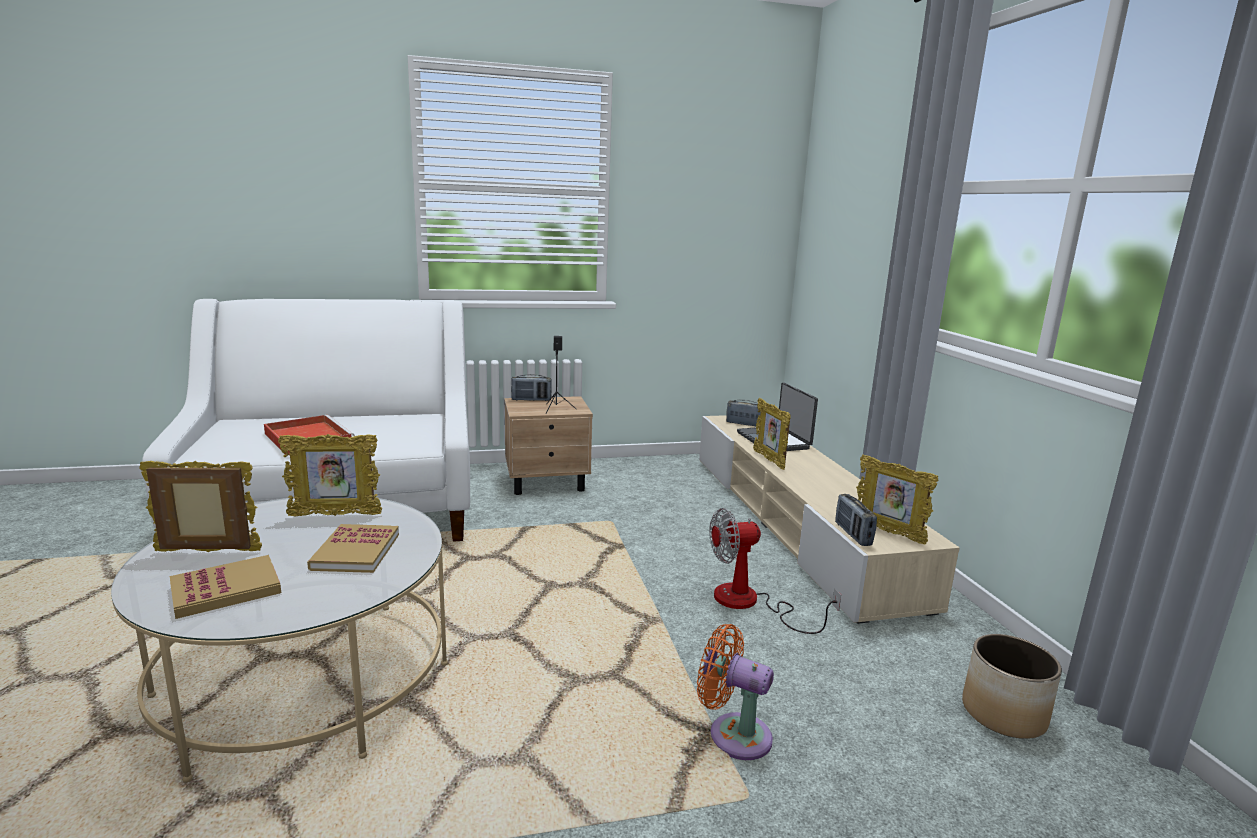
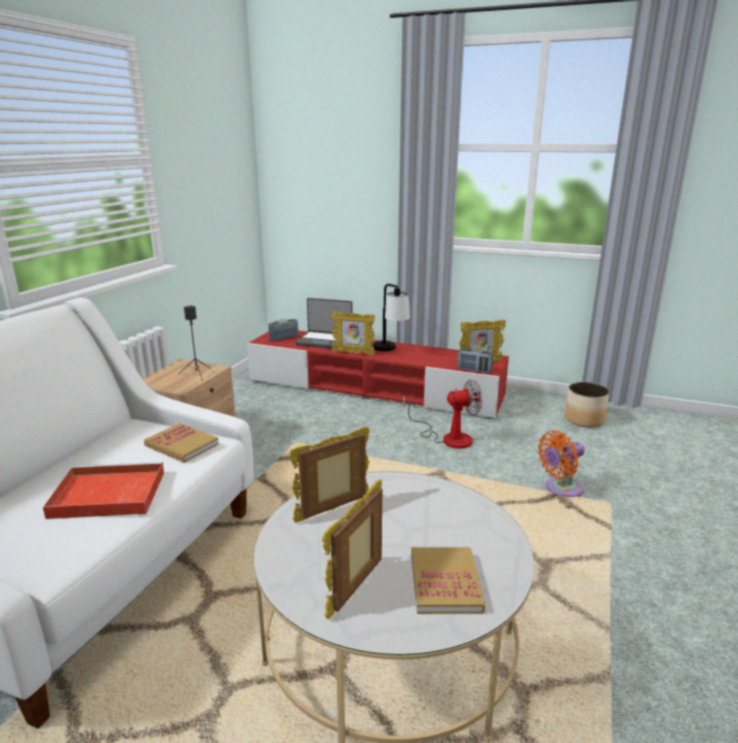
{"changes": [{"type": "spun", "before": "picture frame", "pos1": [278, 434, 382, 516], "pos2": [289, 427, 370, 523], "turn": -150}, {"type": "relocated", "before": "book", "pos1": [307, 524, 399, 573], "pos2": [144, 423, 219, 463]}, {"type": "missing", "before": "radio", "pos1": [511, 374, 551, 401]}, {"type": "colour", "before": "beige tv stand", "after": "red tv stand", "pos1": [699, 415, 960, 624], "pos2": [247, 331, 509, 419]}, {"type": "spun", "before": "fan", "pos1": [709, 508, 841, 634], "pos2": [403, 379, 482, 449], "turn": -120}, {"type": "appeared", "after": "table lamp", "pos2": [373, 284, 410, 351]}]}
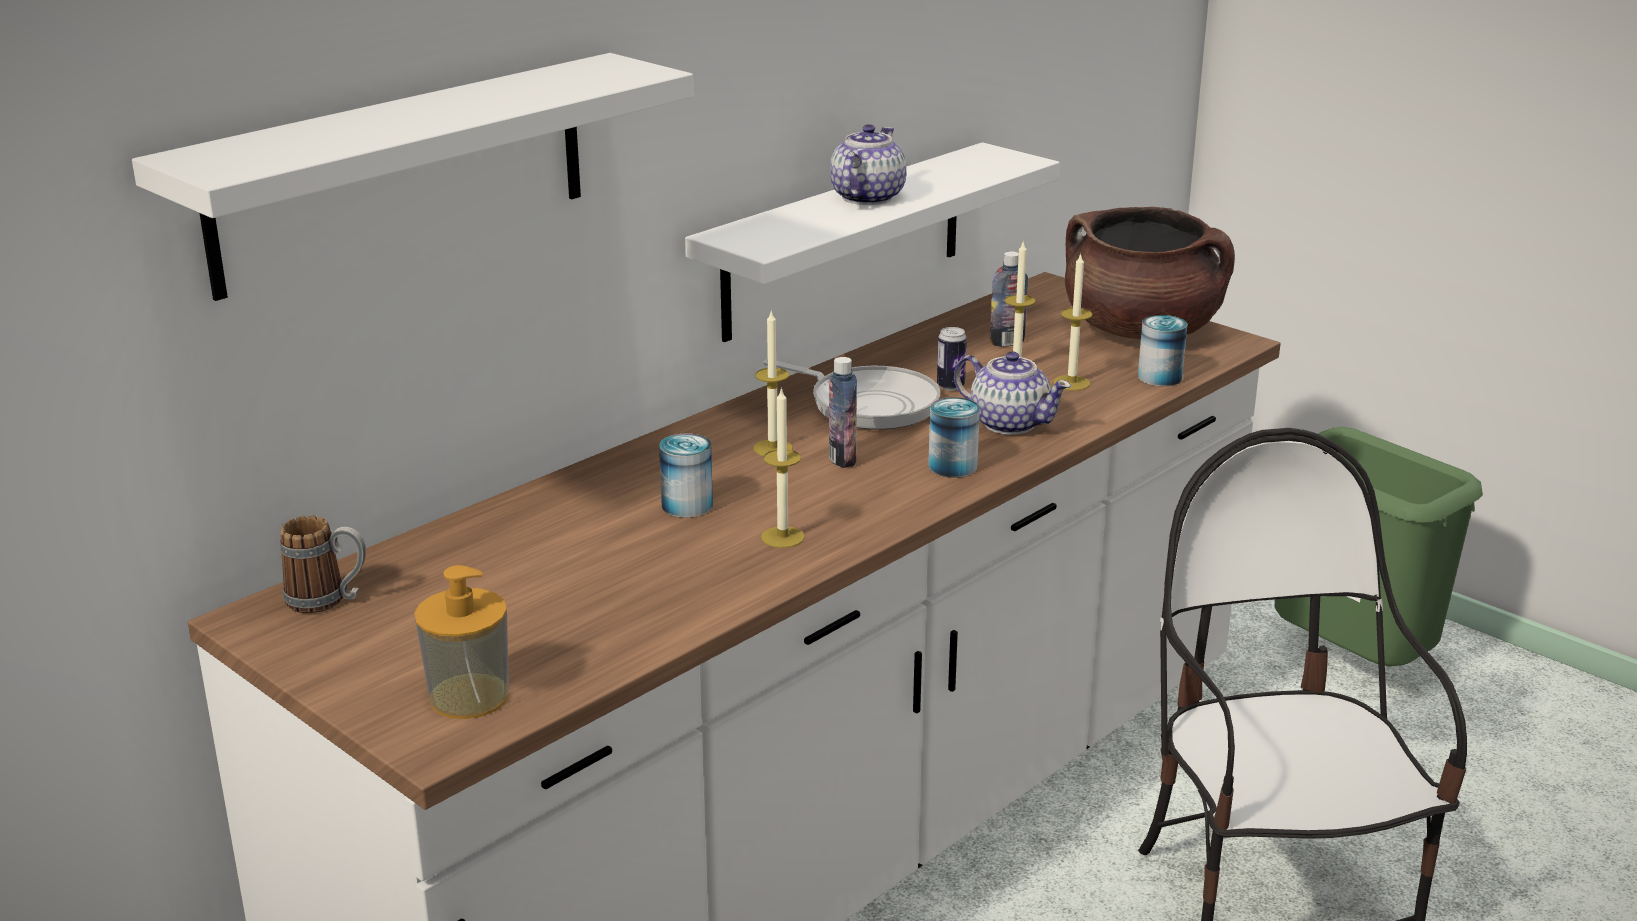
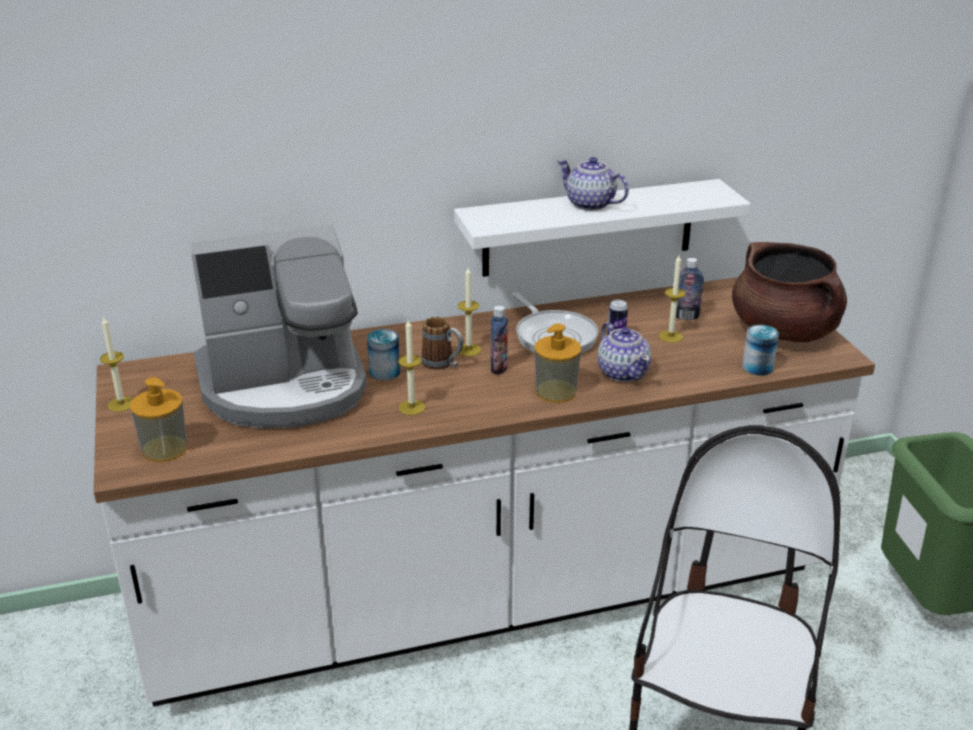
{"changes": [{"type": "missing", "before": "white shelf", "pos1": [132, 53, 694, 301]}, {"type": "relocated", "before": "mug", "pos1": [280, 515, 366, 613], "pos2": [421, 317, 463, 370]}, {"type": "spun", "before": "teapot", "pos1": [830, 124, 907, 205], "pos2": [557, 157, 629, 211], "turn": -105}, {"type": "exchanged", "before": "can", "after": "soap dispenser", "pos1": [928, 397, 980, 478], "pos2": [534, 324, 581, 403]}, {"type": "relocated", "before": "candle", "pos1": [1054, 253, 1092, 391], "pos2": [100, 316, 133, 412]}, {"type": "appeared", "after": "coffee machine", "pos2": [191, 225, 367, 429]}]}
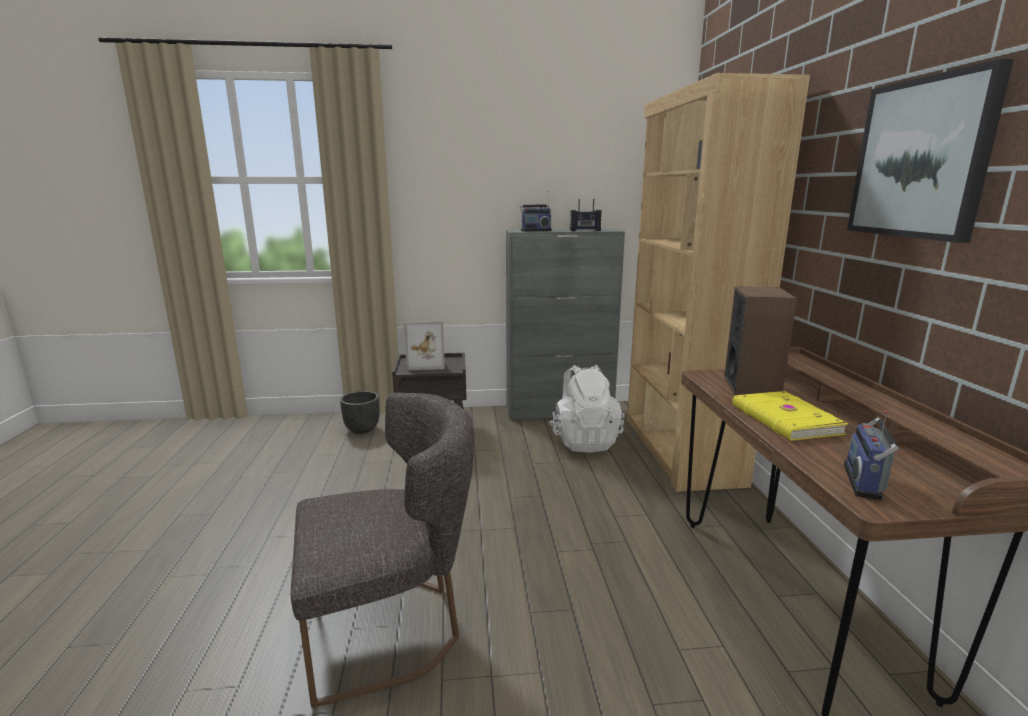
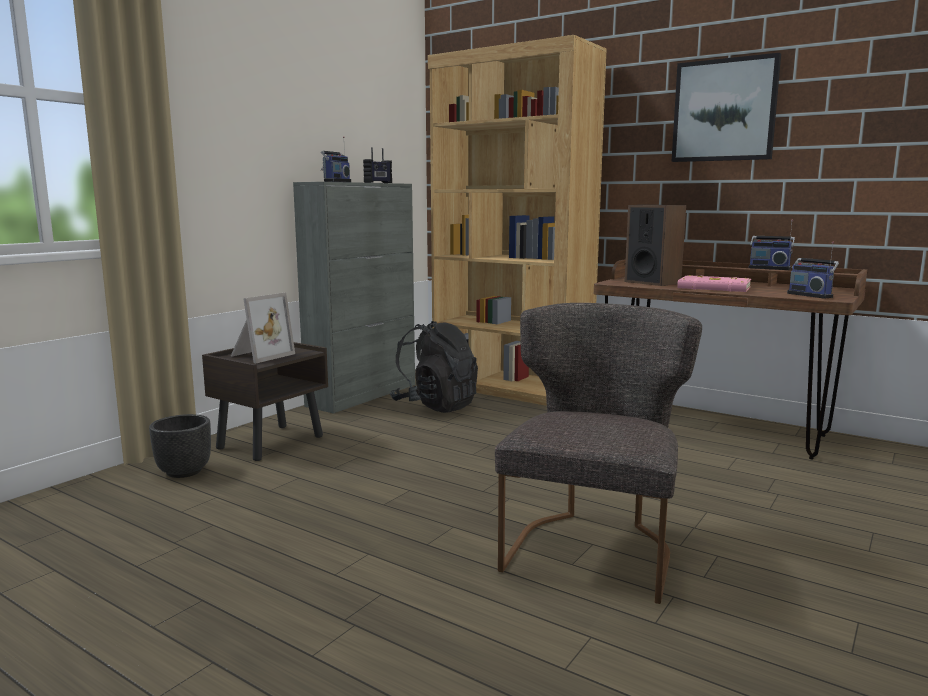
{"changes": [{"type": "colour", "before": "white backpack", "after": "black backpack", "pos1": [549, 365, 624, 453], "pos2": [390, 321, 478, 413]}, {"type": "colour", "before": "yellow book", "after": "pink book", "pos1": [732, 391, 849, 441], "pos2": [677, 275, 751, 292]}, {"type": "appeared", "after": "radio", "pos2": [749, 219, 795, 270]}]}
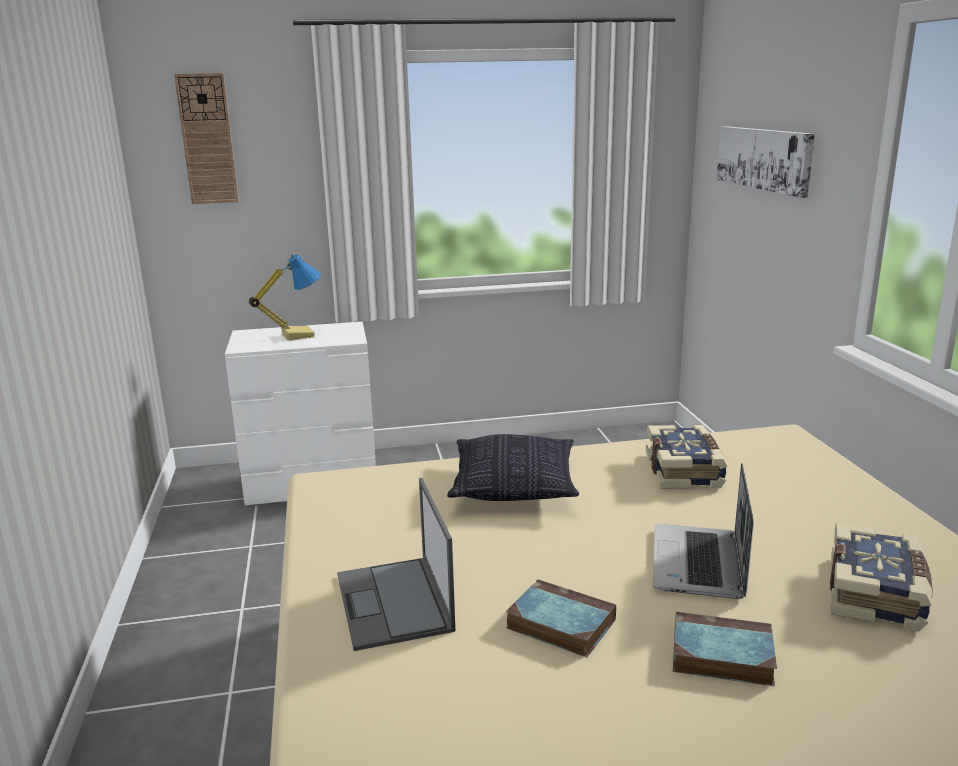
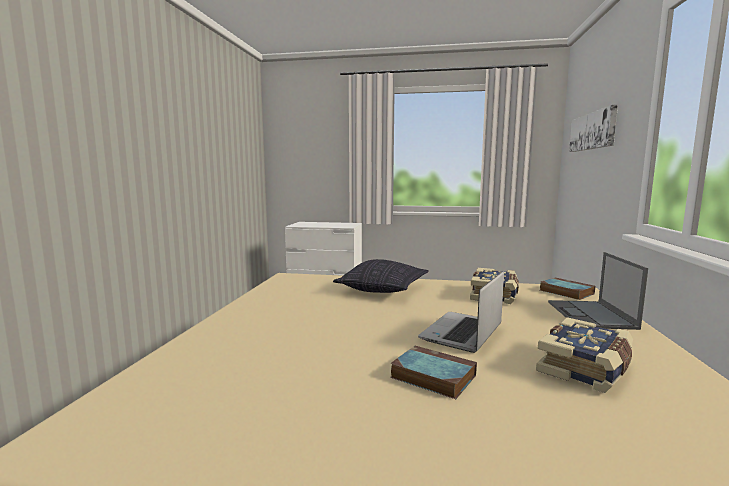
{"changes": [{"type": "missing", "before": "wall clock", "pos1": [174, 73, 239, 204]}, {"type": "missing", "before": "table lamp", "pos1": [249, 254, 321, 341]}, {"type": "relocated", "before": "laptop", "pos1": [337, 478, 455, 651], "pos2": [548, 252, 648, 330]}, {"type": "relocated", "before": "book", "pos1": [506, 579, 616, 657], "pos2": [540, 278, 595, 300]}]}
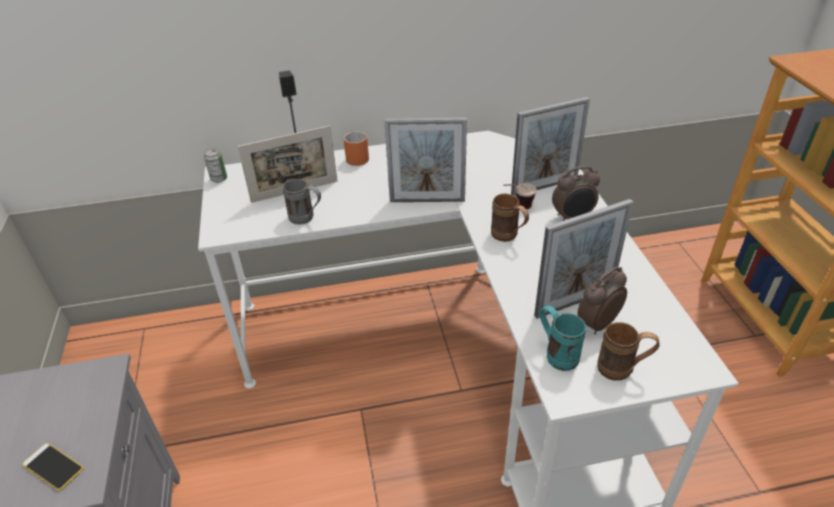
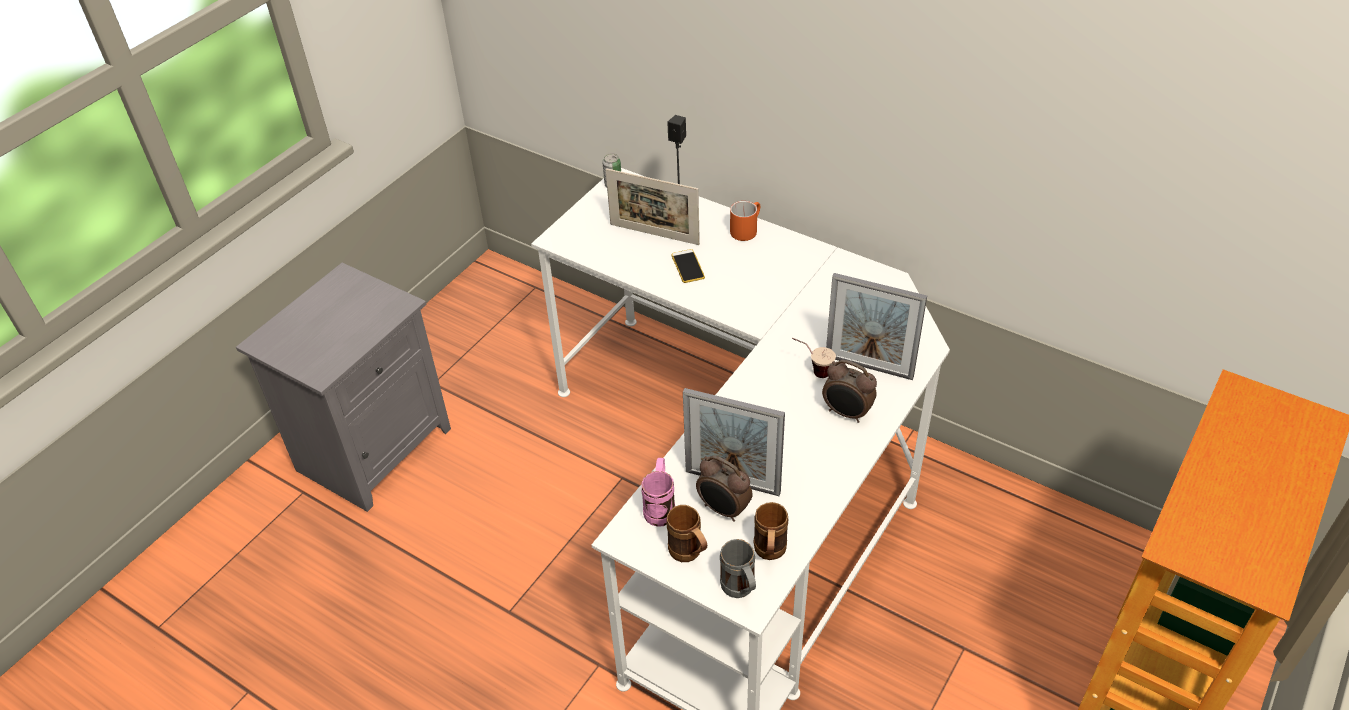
{"changes": [{"type": "relocated", "before": "phone", "pos1": [22, 443, 84, 491], "pos2": [671, 249, 705, 283]}, {"type": "relocated", "before": "grey mug", "pos1": [283, 179, 321, 225], "pos2": [720, 539, 756, 598]}, {"type": "missing", "before": "picture frame", "pos1": [385, 118, 467, 202]}, {"type": "relocated", "before": "brown mug", "pos1": [491, 193, 529, 242], "pos2": [754, 502, 788, 560]}, {"type": "colour", "before": "turquoise mug", "after": "pink mug", "pos1": [539, 305, 586, 371], "pos2": [641, 458, 675, 527]}, {"type": "spun", "before": "alarm clock", "pos1": [577, 266, 627, 335], "pos2": [696, 456, 753, 522], "turn": -150}]}
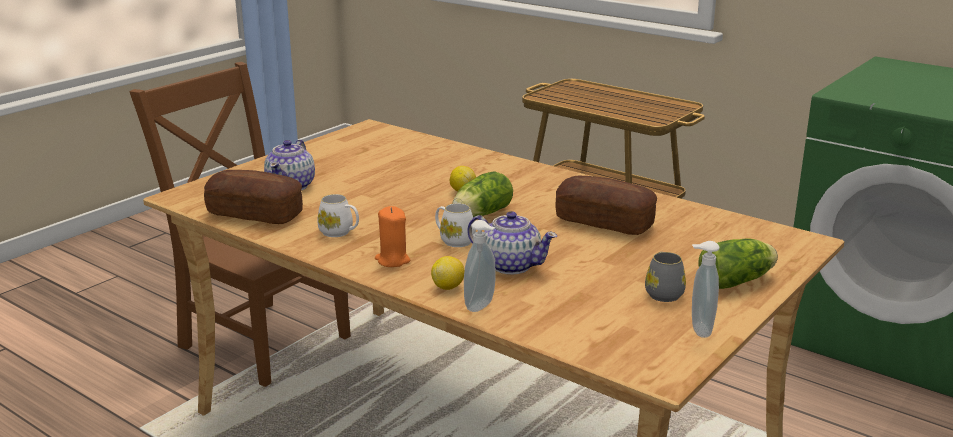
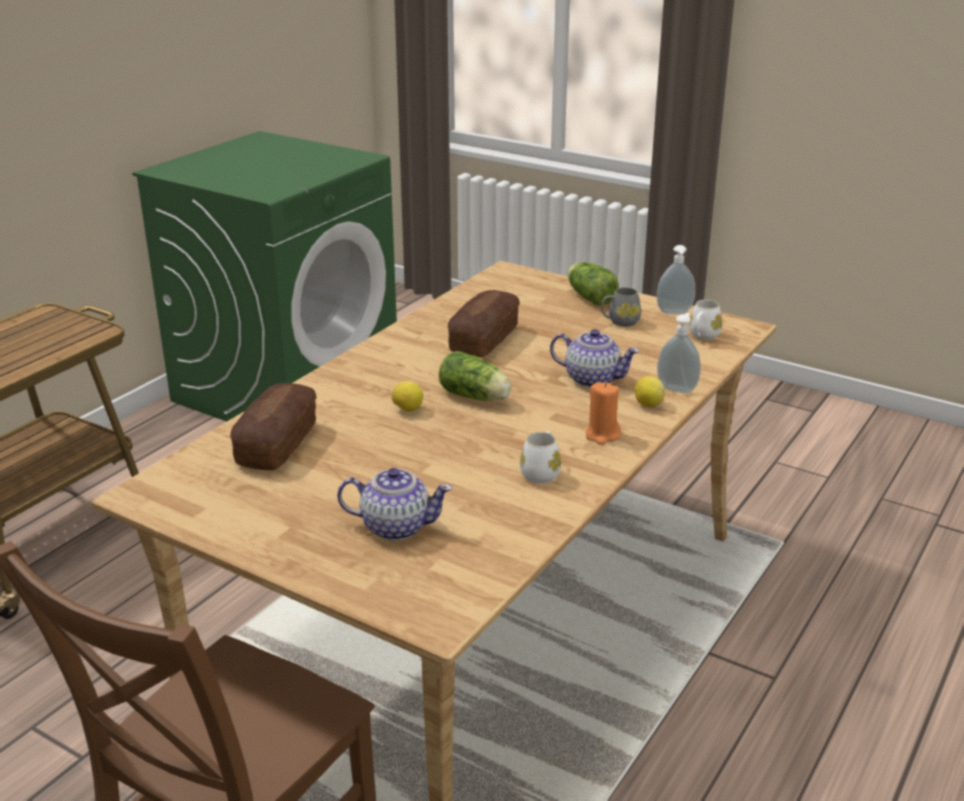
{"changes": [{"type": "relocated", "before": "bread", "pos1": [204, 170, 303, 224], "pos2": [230, 383, 317, 470]}, {"type": "relocated", "before": "white mug", "pos1": [435, 203, 476, 247], "pos2": [689, 299, 722, 340]}, {"type": "spun", "before": "teapot", "pos1": [467, 211, 557, 274], "pos2": [550, 329, 640, 388], "turn": 90}]}
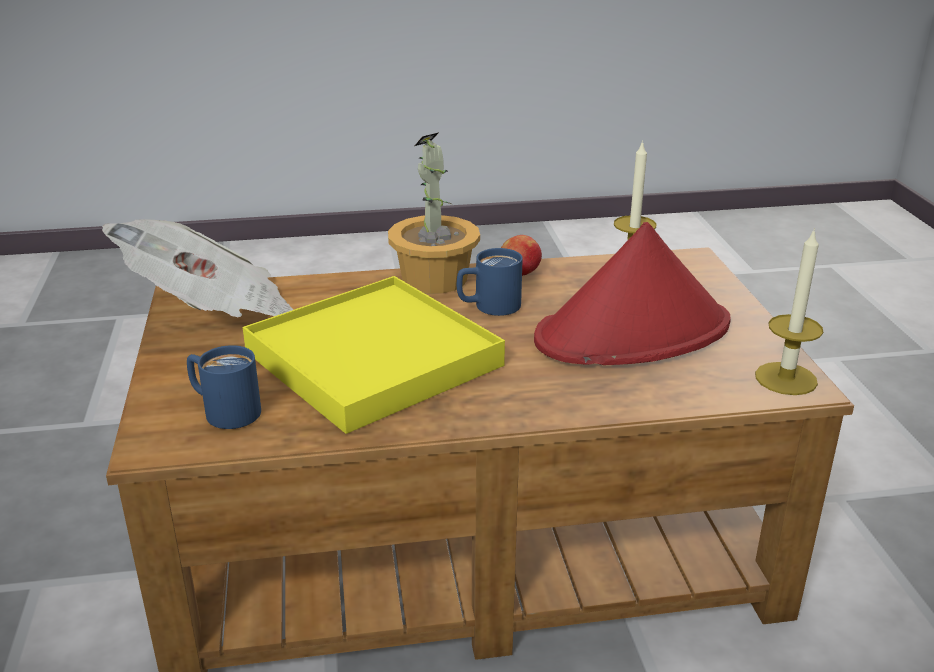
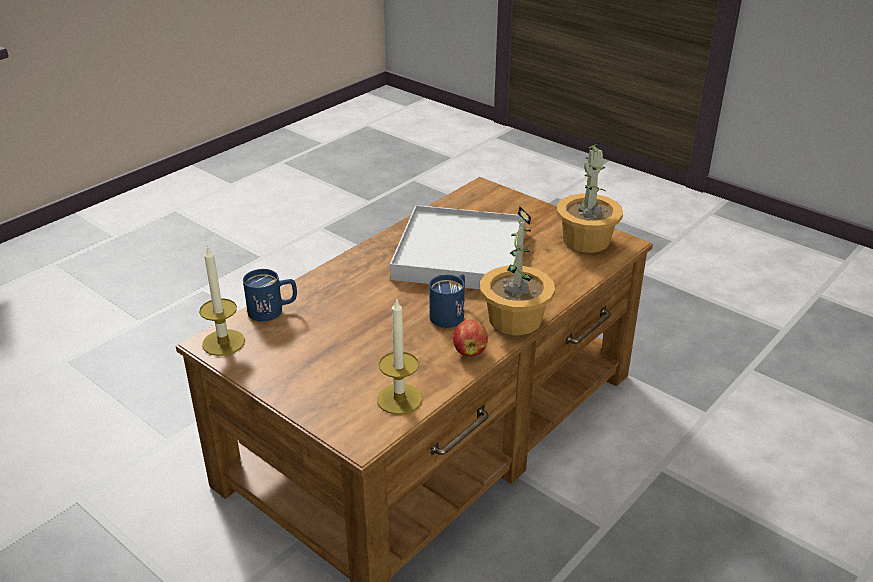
{"changes": [{"type": "exchanged", "before": "newspaper", "after": "potted plant", "pos1": [102, 219, 293, 317], "pos2": [557, 142, 623, 253]}, {"type": "relocated", "before": "blue mug", "pos1": [187, 345, 261, 429], "pos2": [243, 269, 297, 322]}, {"type": "colour", "before": "yellow tray", "after": "white tray", "pos1": [243, 276, 505, 434], "pos2": [390, 205, 526, 289]}, {"type": "missing", "before": "red hat", "pos1": [534, 222, 731, 365]}]}
